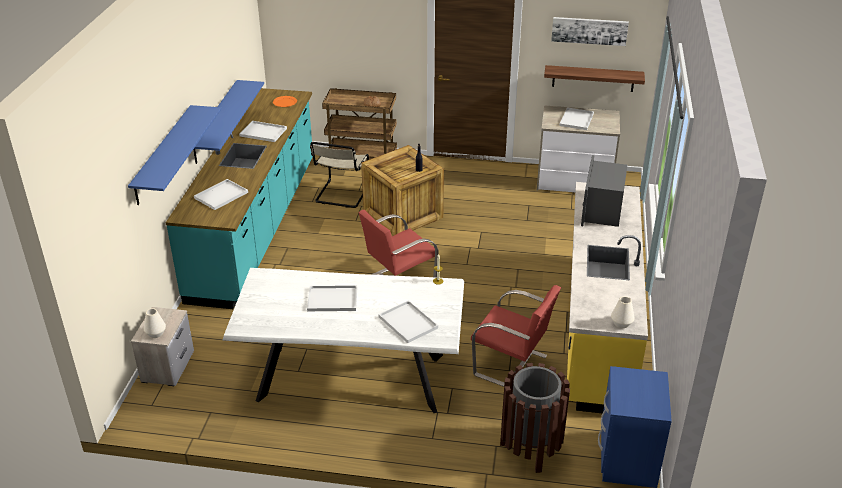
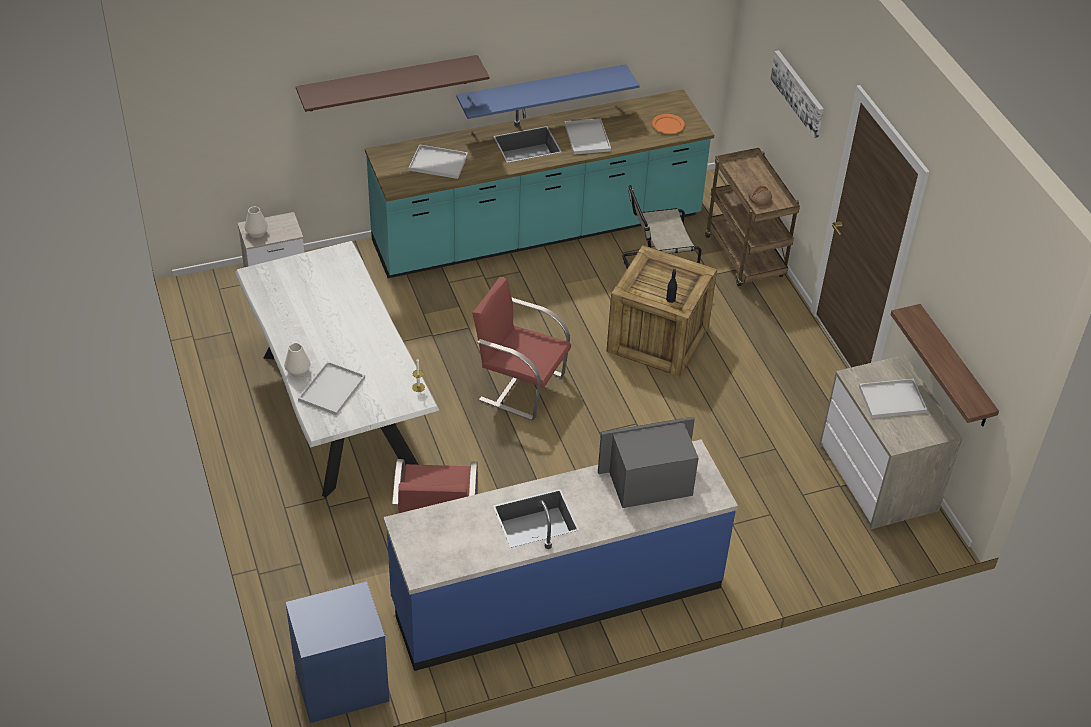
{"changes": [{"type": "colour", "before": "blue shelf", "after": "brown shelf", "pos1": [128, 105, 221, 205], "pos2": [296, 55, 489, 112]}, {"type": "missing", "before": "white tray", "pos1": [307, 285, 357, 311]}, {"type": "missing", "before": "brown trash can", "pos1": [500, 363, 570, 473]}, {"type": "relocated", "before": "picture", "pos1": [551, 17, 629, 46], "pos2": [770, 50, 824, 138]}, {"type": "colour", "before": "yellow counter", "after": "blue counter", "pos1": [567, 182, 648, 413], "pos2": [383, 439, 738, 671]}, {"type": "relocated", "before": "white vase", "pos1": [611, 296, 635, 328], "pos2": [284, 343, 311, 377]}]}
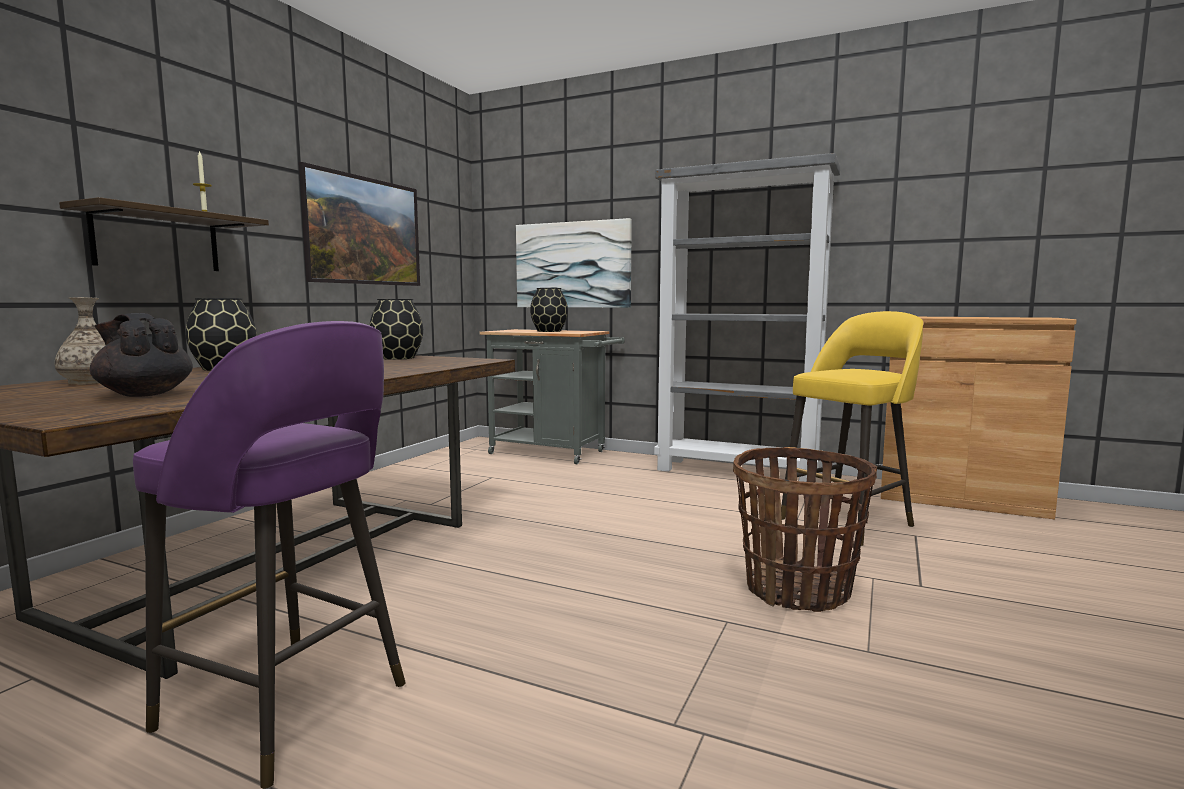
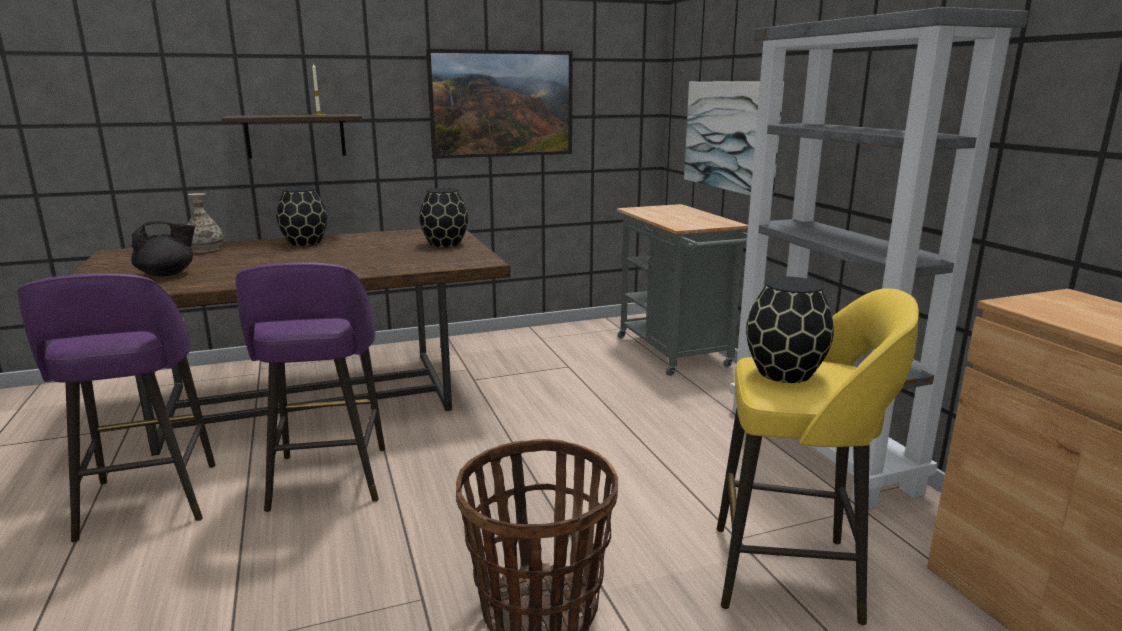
{"changes": [{"type": "spun", "before": "black teapot", "pos1": [90, 313, 193, 397], "pos2": [131, 221, 195, 277], "turn": 75}, {"type": "relocated", "before": "black vase", "pos1": [530, 288, 568, 332], "pos2": [746, 277, 834, 383]}, {"type": "appeared", "after": "purple stool", "pos2": [236, 262, 385, 512]}]}
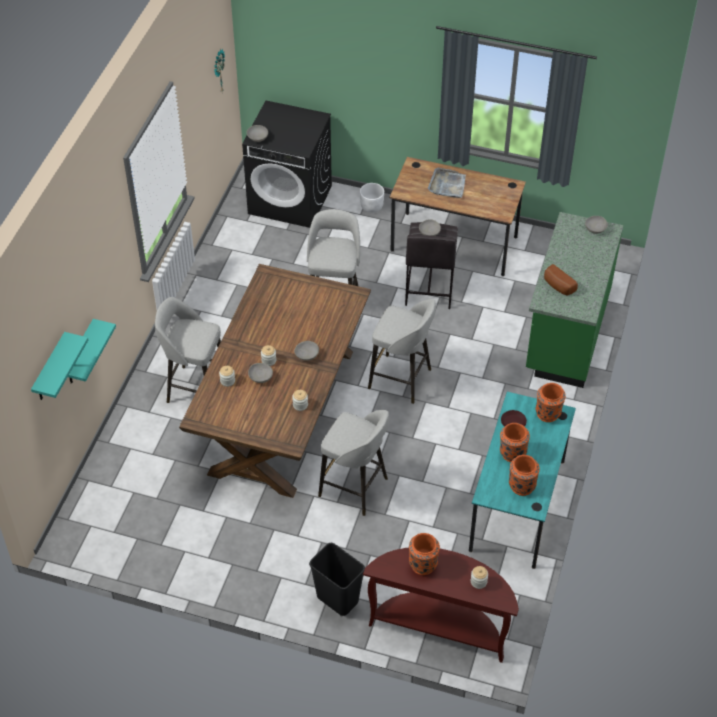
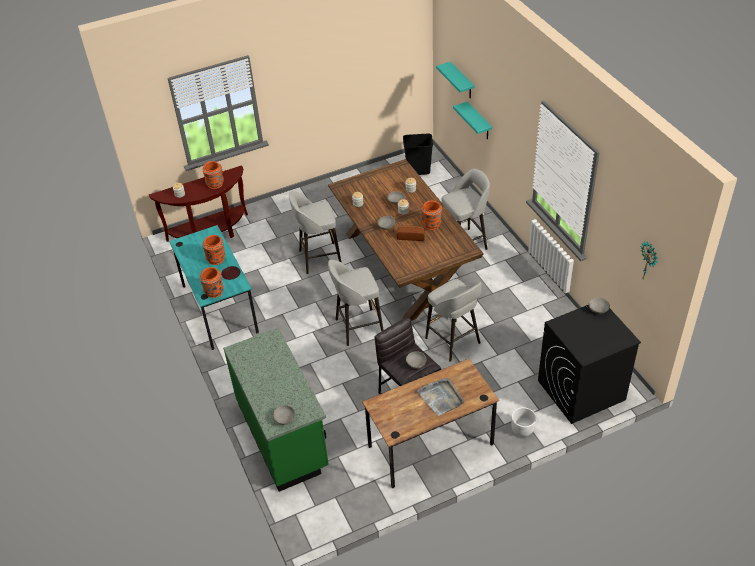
{"changes": [{"type": "relocated", "before": "black trash can", "pos1": [309, 543, 365, 616], "pos2": [403, 133, 433, 175]}, {"type": "relocated", "before": "orange vase", "pos1": [509, 455, 540, 496], "pos2": [421, 200, 442, 230]}, {"type": "relocated", "before": "bread", "pos1": [544, 264, 578, 295], "pos2": [397, 225, 425, 241]}]}
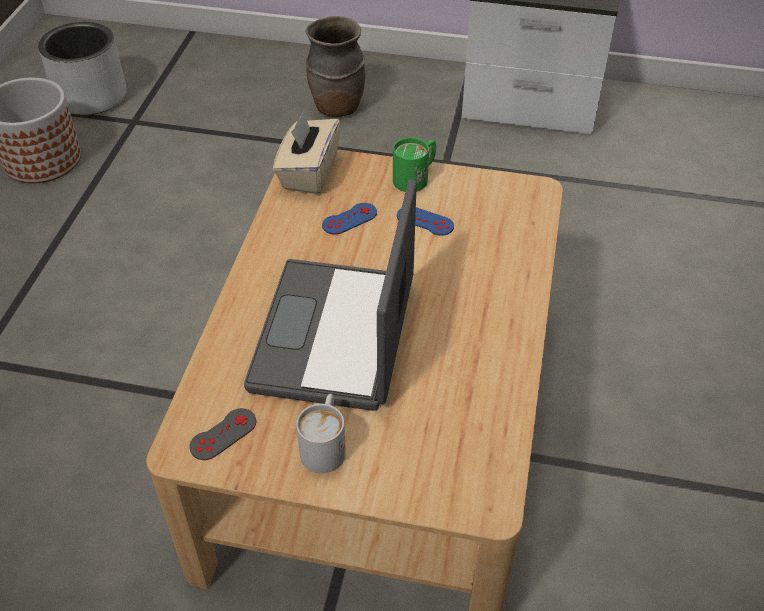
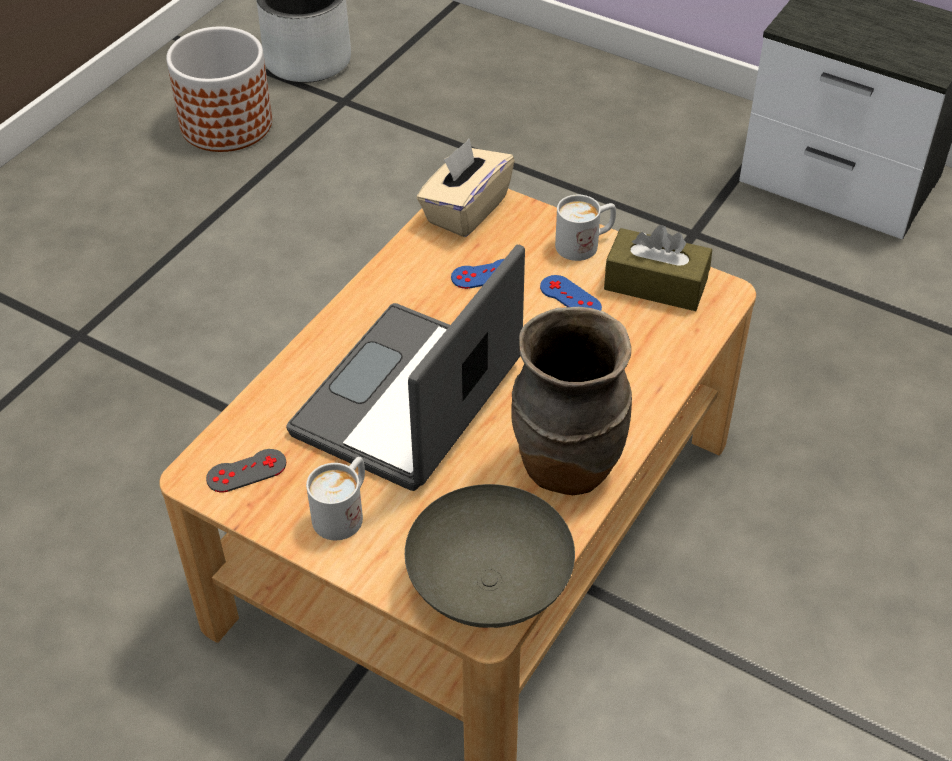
{"changes": [{"type": "relocated", "before": "brown vase", "pos1": [306, 16, 365, 116], "pos2": [511, 307, 632, 495]}, {"type": "colour", "before": "green mug", "after": "white mug", "pos1": [393, 137, 436, 192], "pos2": [555, 195, 616, 261]}, {"type": "appeared", "after": "grey bowl", "pos2": [405, 484, 575, 628]}, {"type": "appeared", "after": "brown tissue box", "pos2": [604, 225, 712, 311]}]}
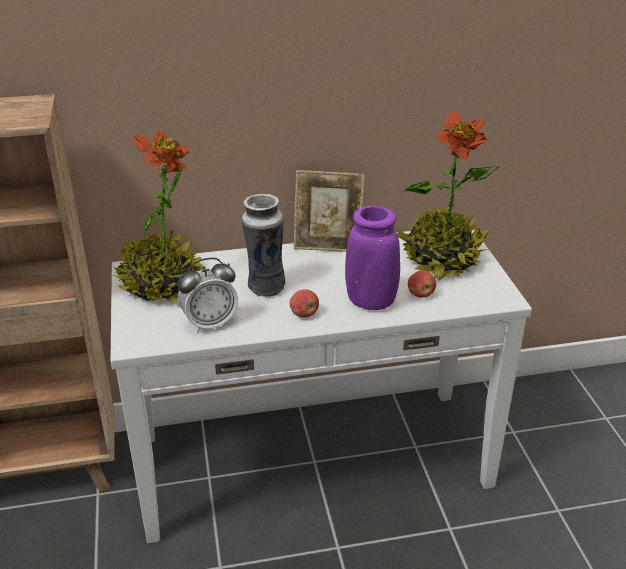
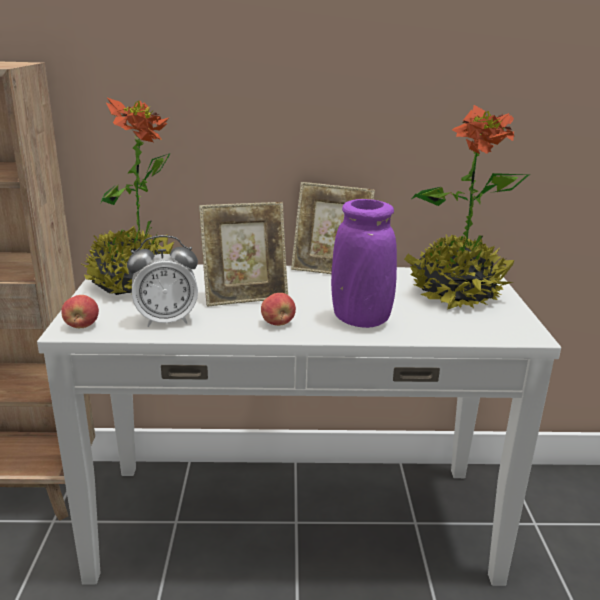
{"changes": [{"type": "exchanged", "before": "vase", "after": "picture frame", "pos1": [242, 194, 285, 297], "pos2": [199, 202, 288, 307]}, {"type": "relocated", "before": "apple", "pos1": [408, 271, 436, 298], "pos2": [61, 295, 99, 328]}]}
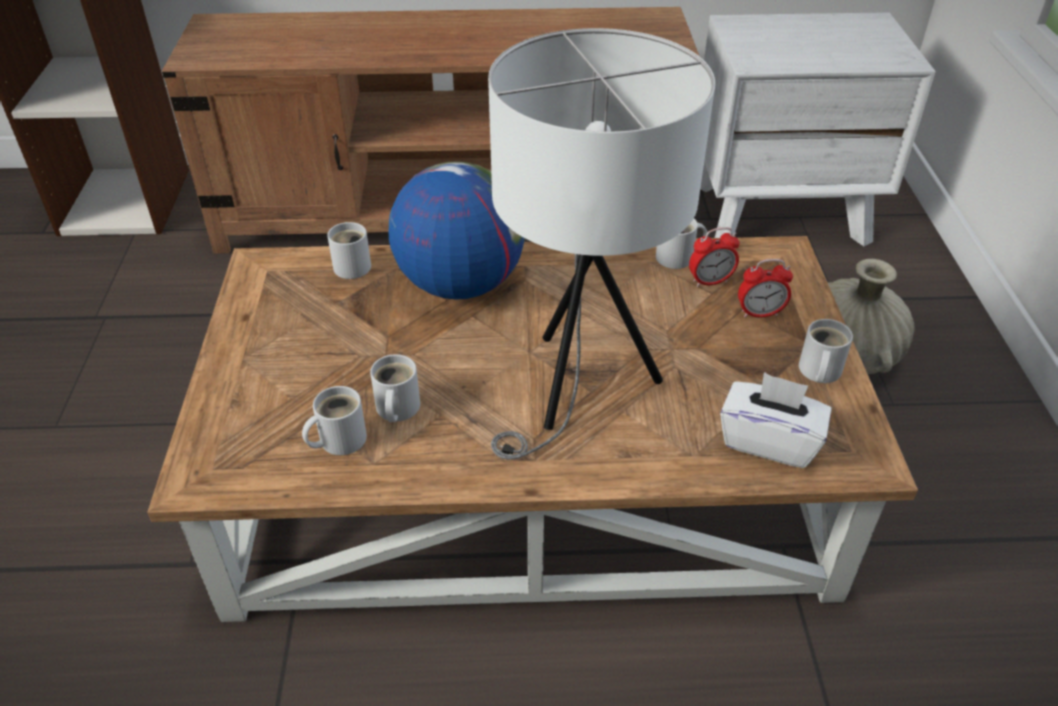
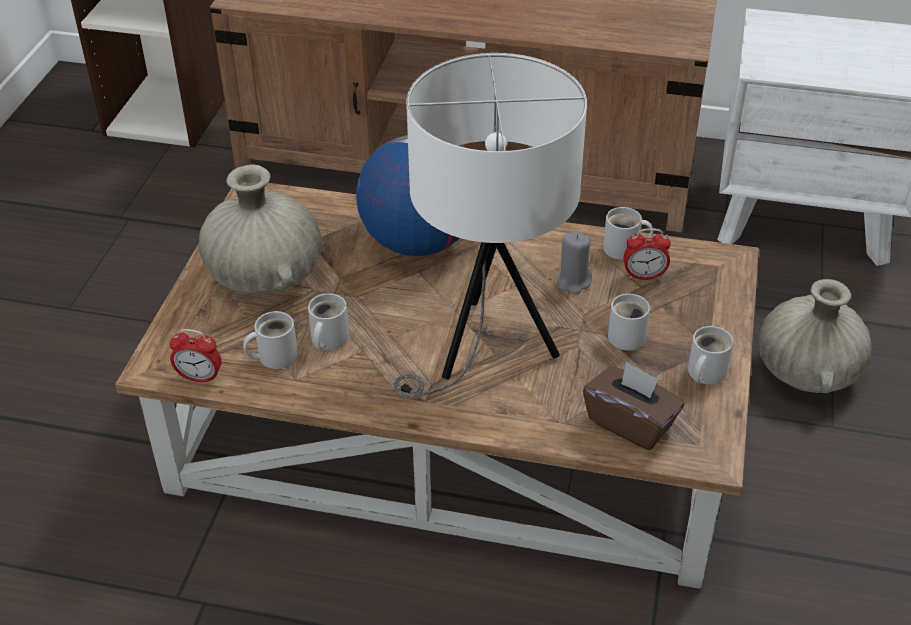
{"changes": [{"type": "relocated", "before": "white mug", "pos1": [327, 222, 371, 279], "pos2": [608, 294, 650, 351]}, {"type": "colour", "before": "white tissue box", "after": "brown tissue box", "pos1": [720, 372, 831, 468], "pos2": [583, 361, 684, 450]}, {"type": "relocated", "before": "alarm clock", "pos1": [738, 259, 793, 318], "pos2": [169, 329, 221, 383]}, {"type": "appeared", "after": "beige vase", "pos2": [199, 164, 321, 294]}, {"type": "appeared", "after": "grey candle", "pos2": [556, 231, 592, 295]}]}
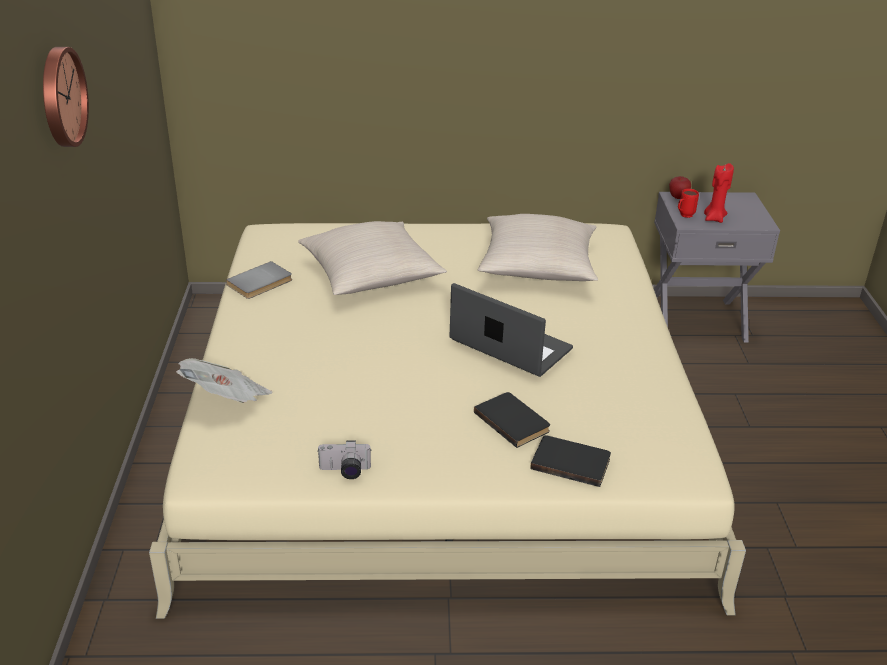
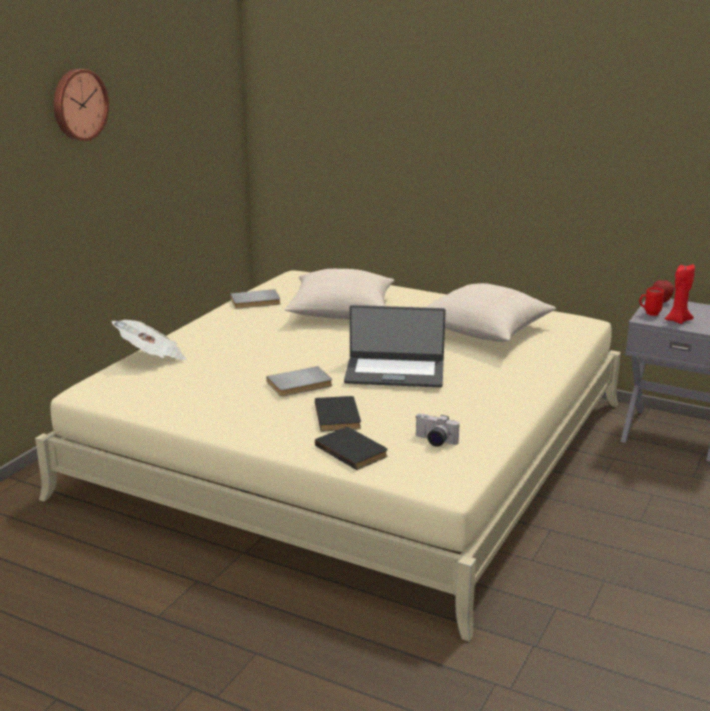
{"changes": [{"type": "relocated", "before": "photo camera", "pos1": [317, 441, 372, 479], "pos2": [415, 414, 459, 447]}, {"type": "spun", "before": "laptop", "pos1": [449, 283, 573, 377], "pos2": [344, 305, 446, 387], "turn": 120}, {"type": "appeared", "after": "grey book", "pos2": [267, 366, 332, 396]}]}
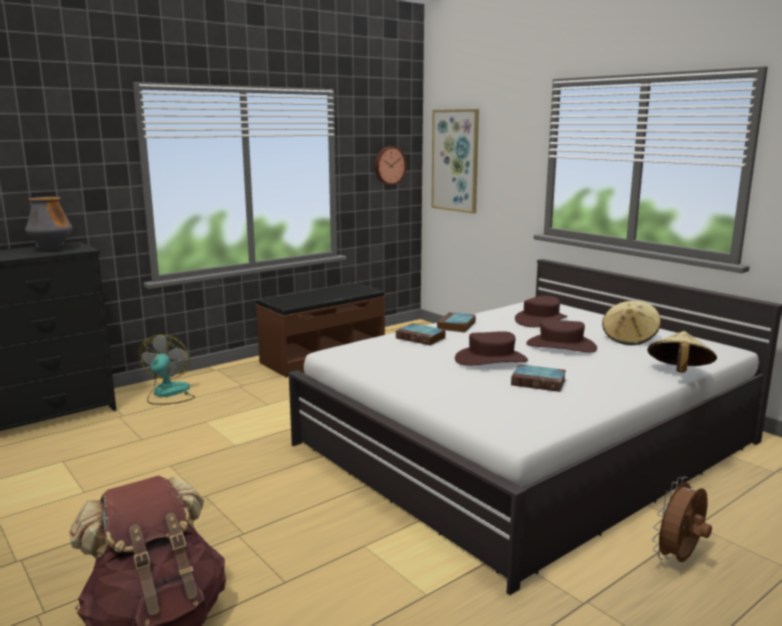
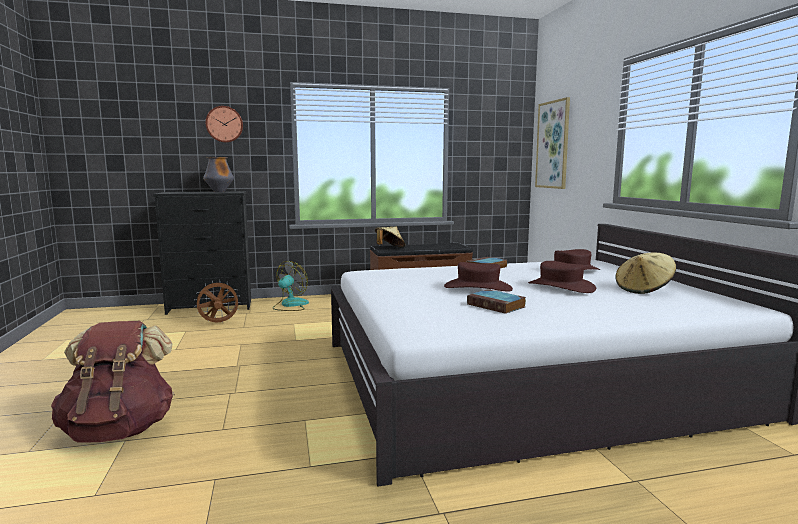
{"changes": [{"type": "relocated", "before": "wall clock", "pos1": [375, 146, 407, 185], "pos2": [206, 106, 243, 143]}, {"type": "missing", "before": "book", "pos1": [396, 323, 446, 346]}, {"type": "relocated", "before": "beige hat", "pos1": [647, 331, 717, 373], "pos2": [375, 227, 405, 247]}, {"type": "relocated", "before": "brown fan", "pos1": [652, 477, 712, 562], "pos2": [194, 280, 241, 323]}]}
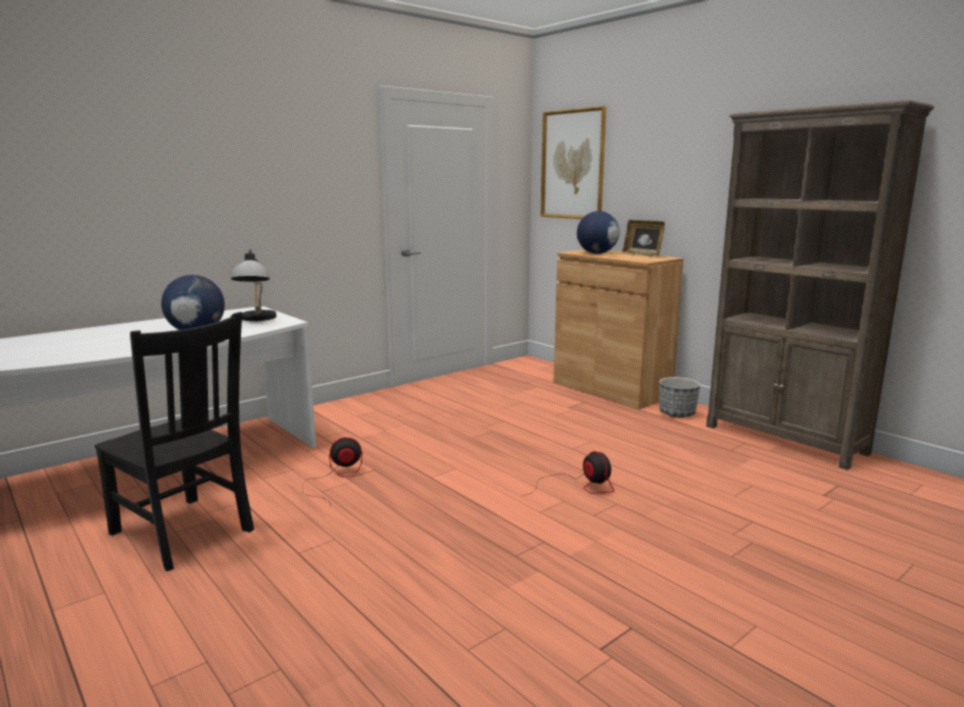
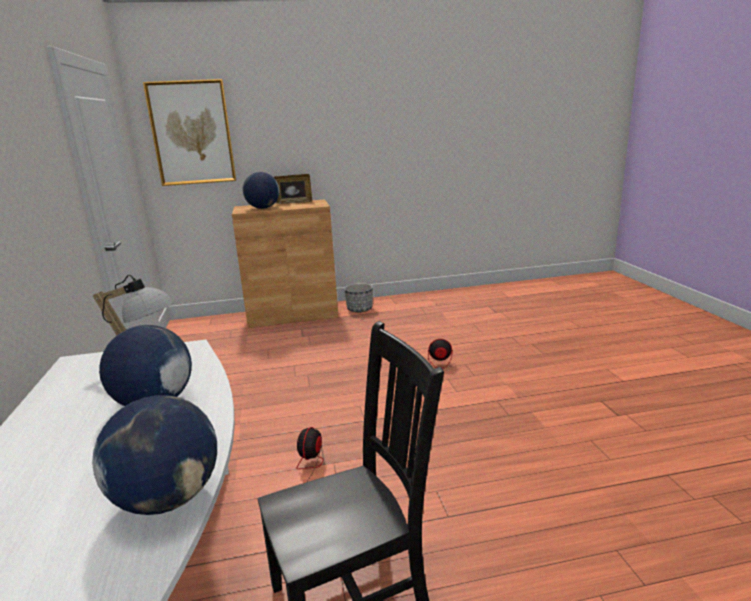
{"changes": [{"type": "missing", "before": "brown bookcase", "pos1": [706, 100, 934, 470]}, {"type": "appeared", "after": "globe", "pos2": [92, 395, 217, 515]}]}
